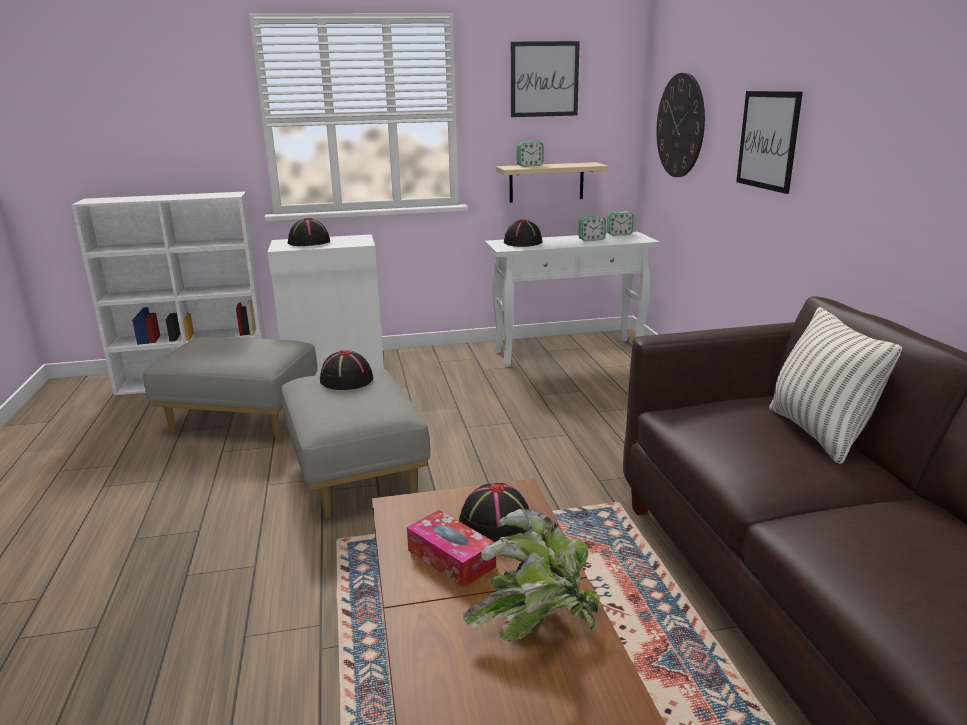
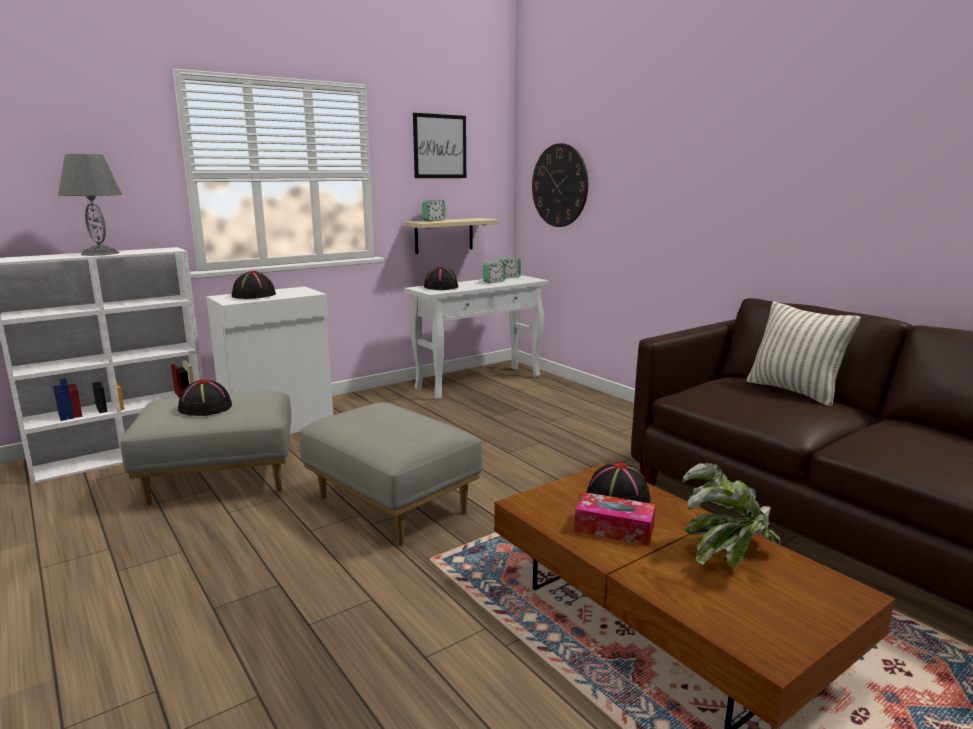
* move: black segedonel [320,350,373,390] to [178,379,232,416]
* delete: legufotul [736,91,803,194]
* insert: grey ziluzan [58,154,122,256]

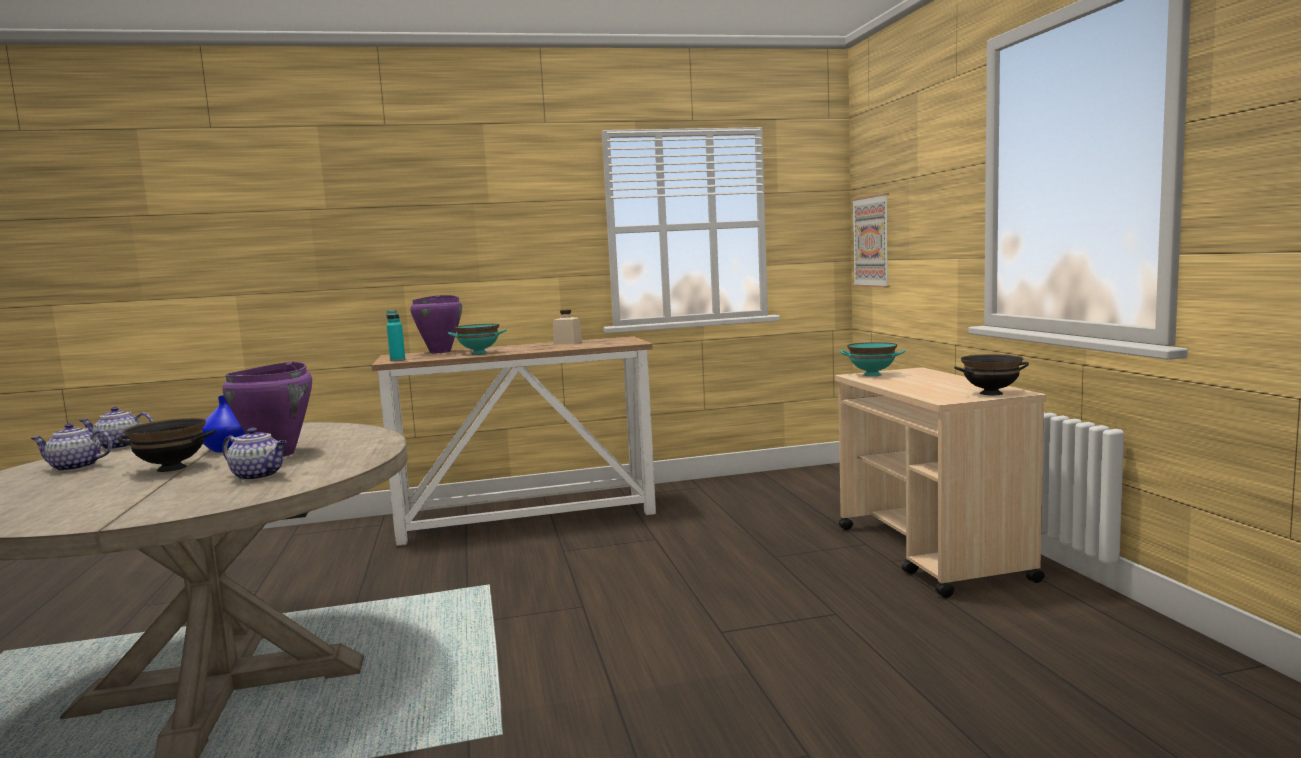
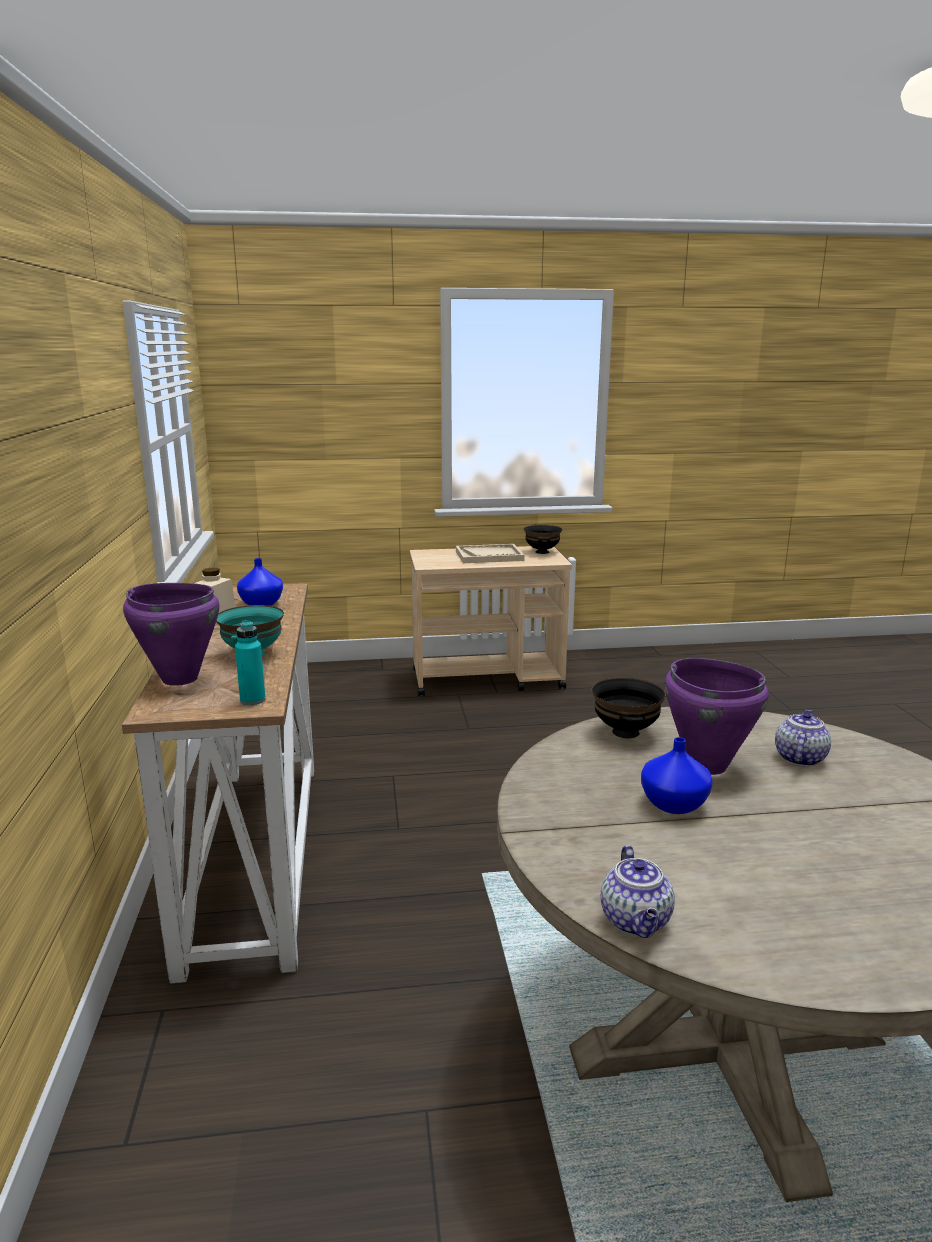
* delete: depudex [31,423,112,471]
* move: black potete [117,418,216,472] to [592,677,666,738]
* delete: turquoise potete [840,342,905,376]
* delete: legufotul [851,193,890,288]
* insert: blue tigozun [237,558,283,606]
* insert: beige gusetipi [456,544,525,563]

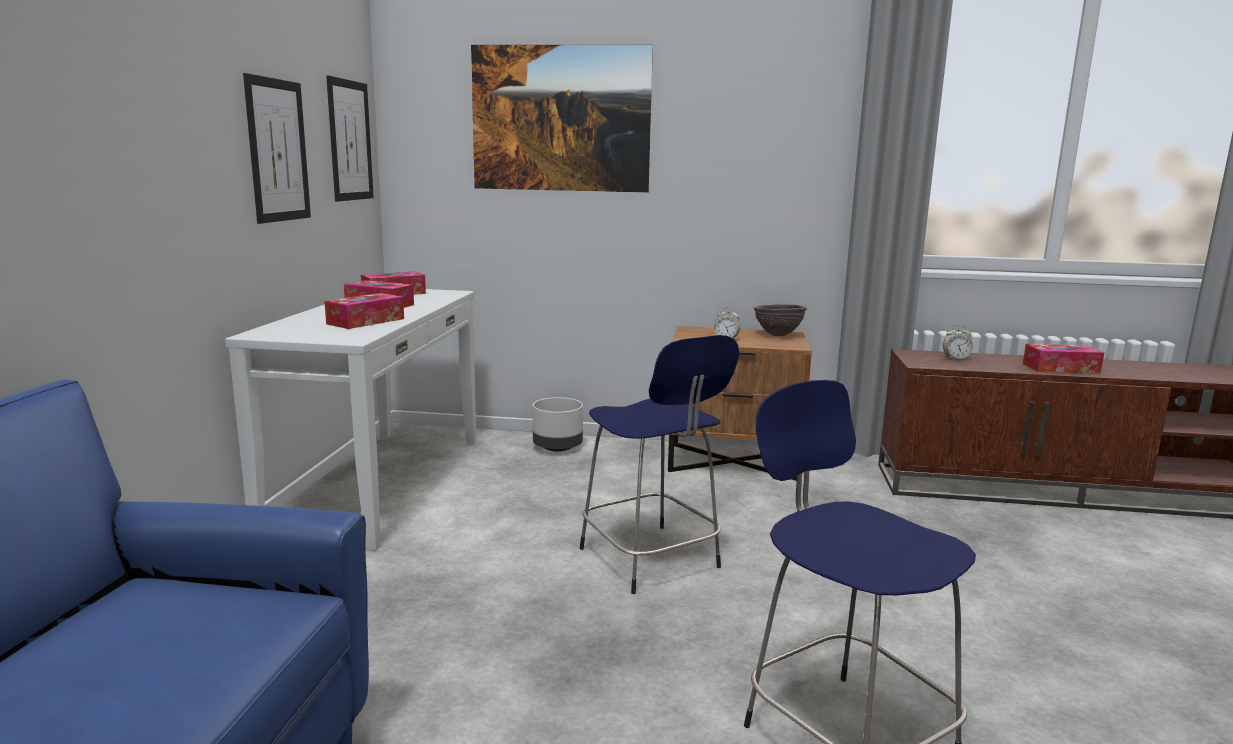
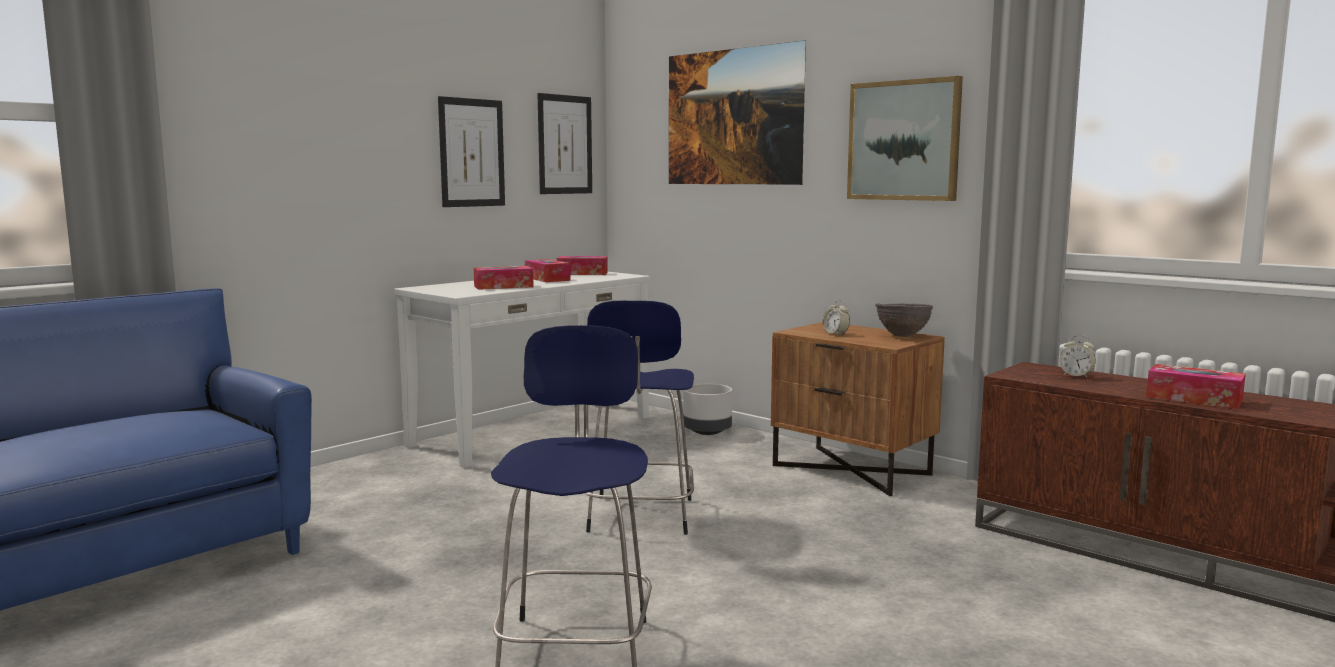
* insert: legufotul [847,76,963,201]

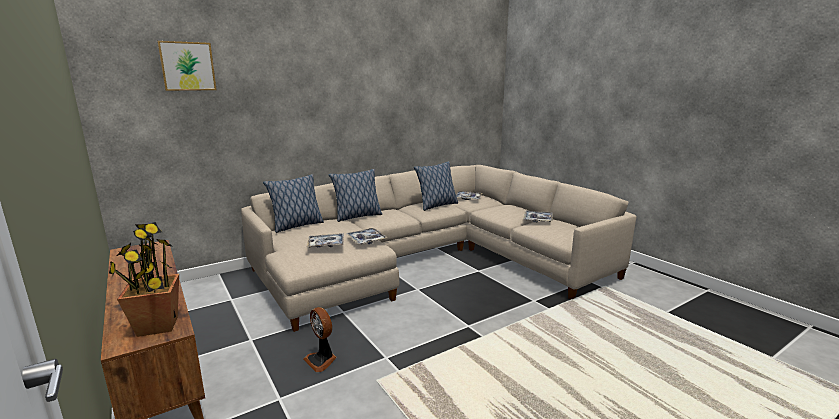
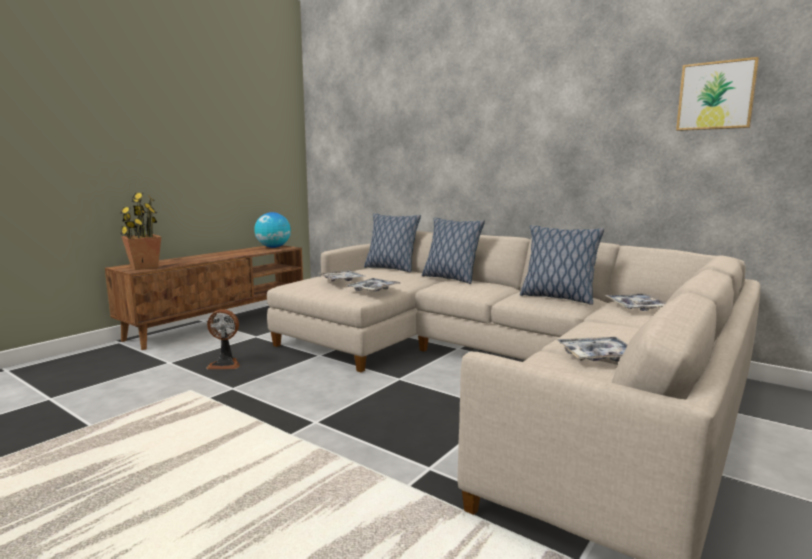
* move: legufotul [157,41,217,91] to [676,57,759,131]
* rotate: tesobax [303,307,337,372] = [206,309,240,369] 120 degrees counterclockwise
* insert: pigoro [254,212,291,248]

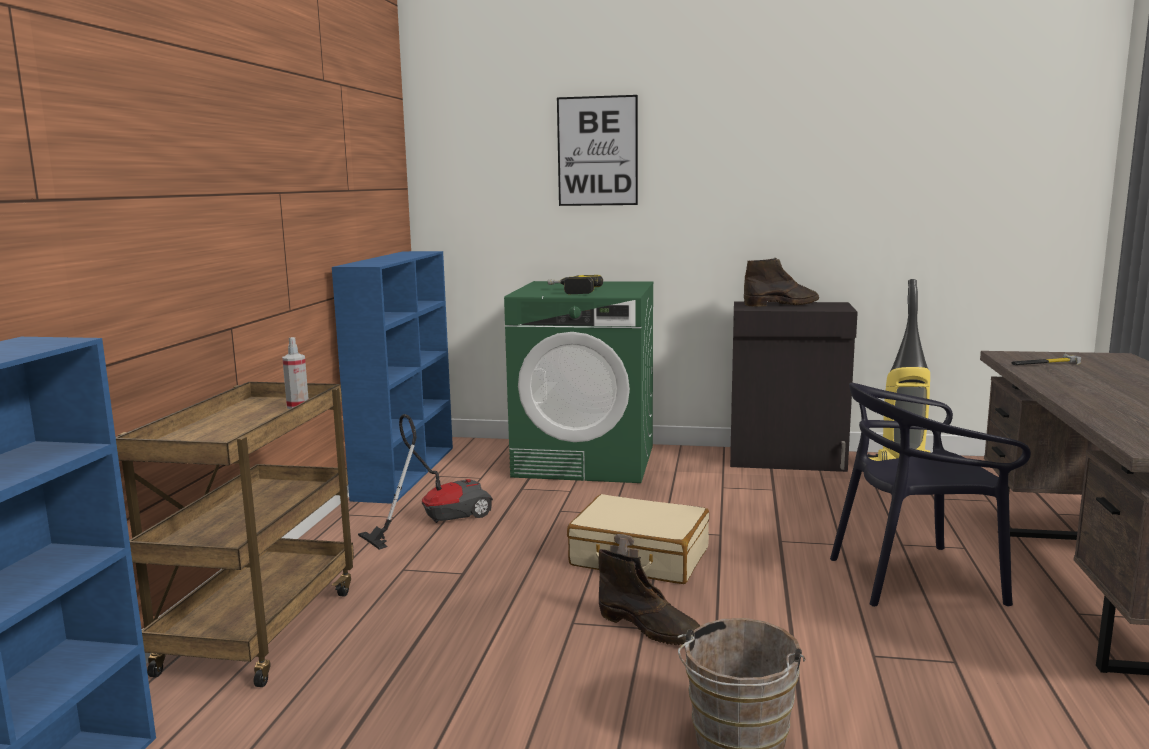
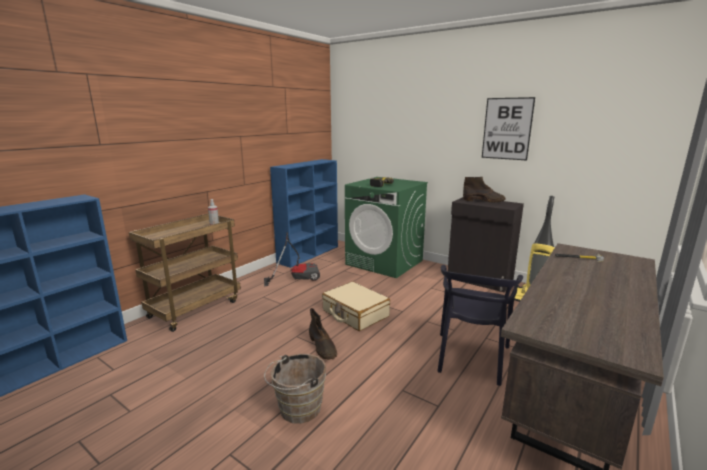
* move: legufotul [557,95,638,206] to [482,97,535,160]
* rotate: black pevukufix [830,383,1031,607] = [438,265,523,386] 90 degrees counterclockwise

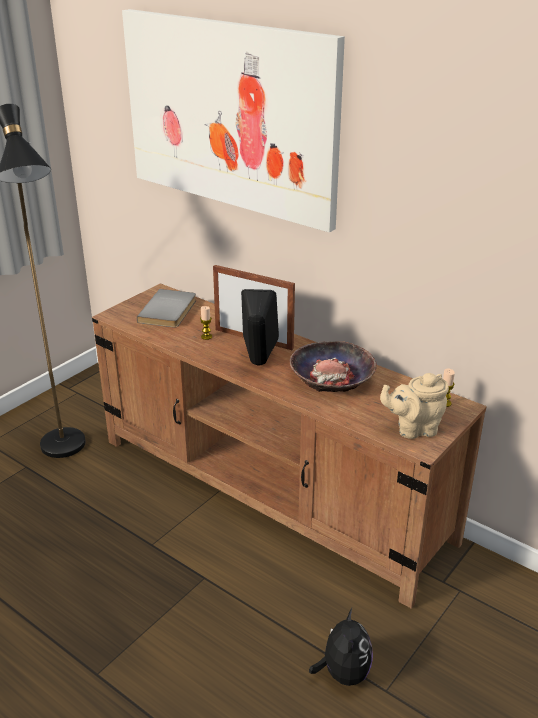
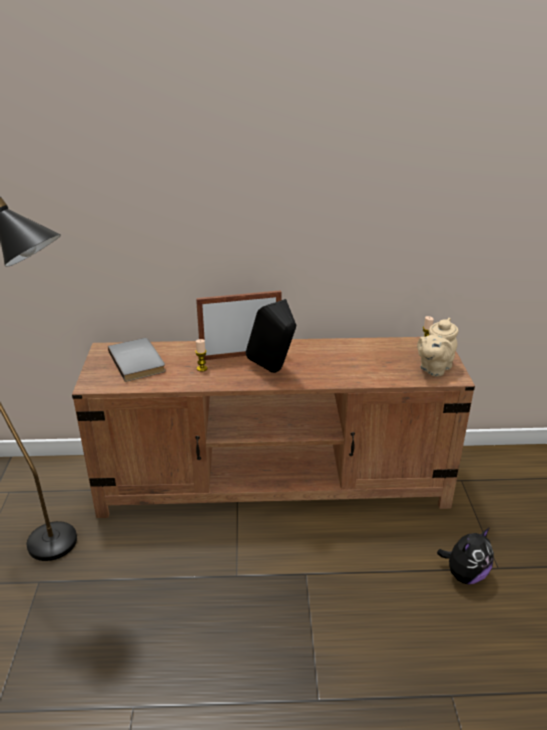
* delete: legufotul [122,9,345,233]
* delete: potete [290,341,377,392]
* rotate: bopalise [309,608,373,686] = [437,527,494,584] 90 degrees clockwise

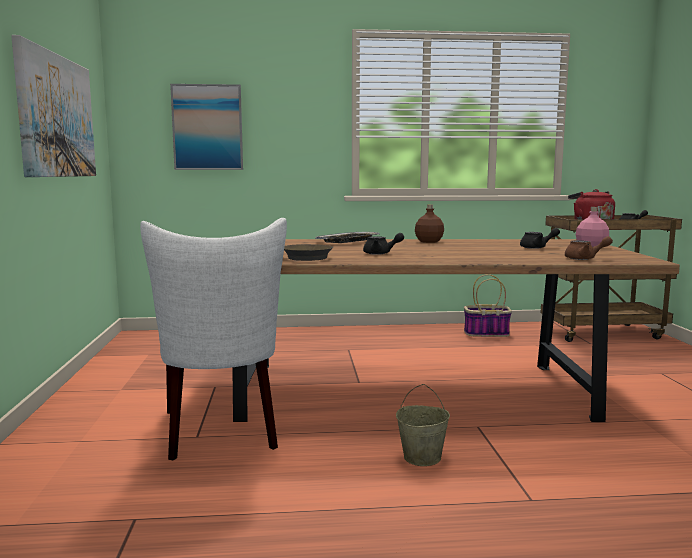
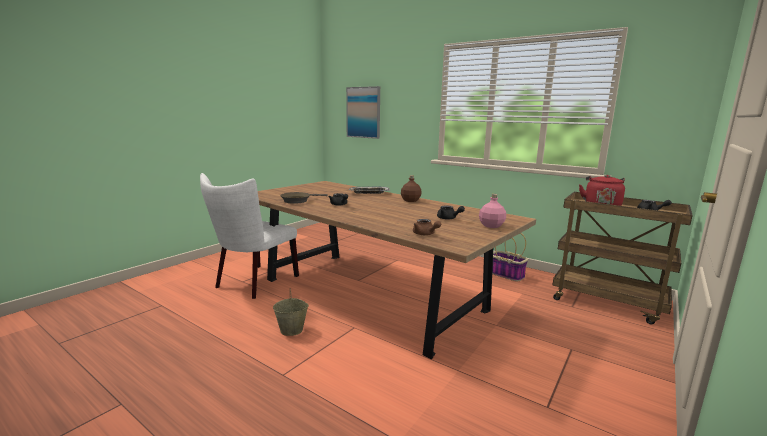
* delete: legufotul [11,35,96,177]

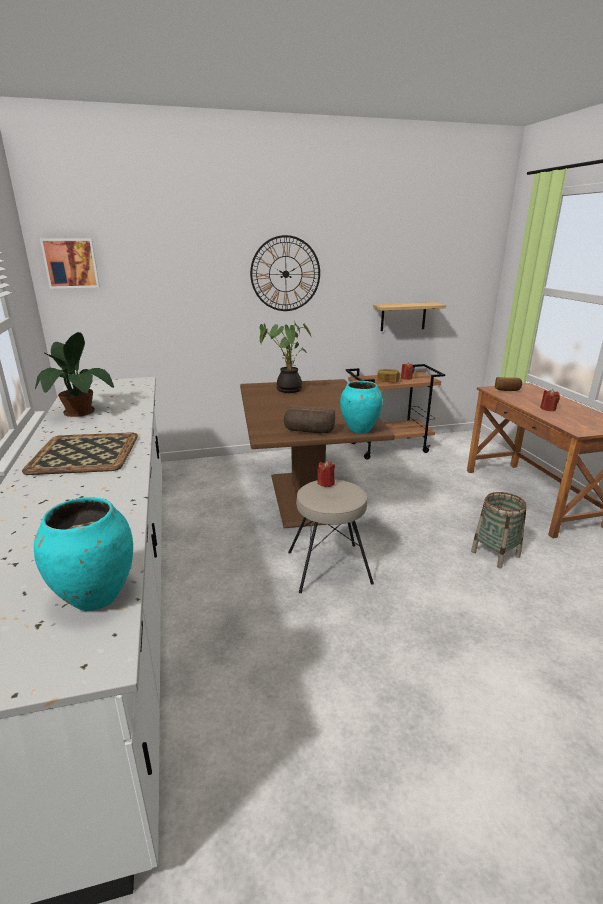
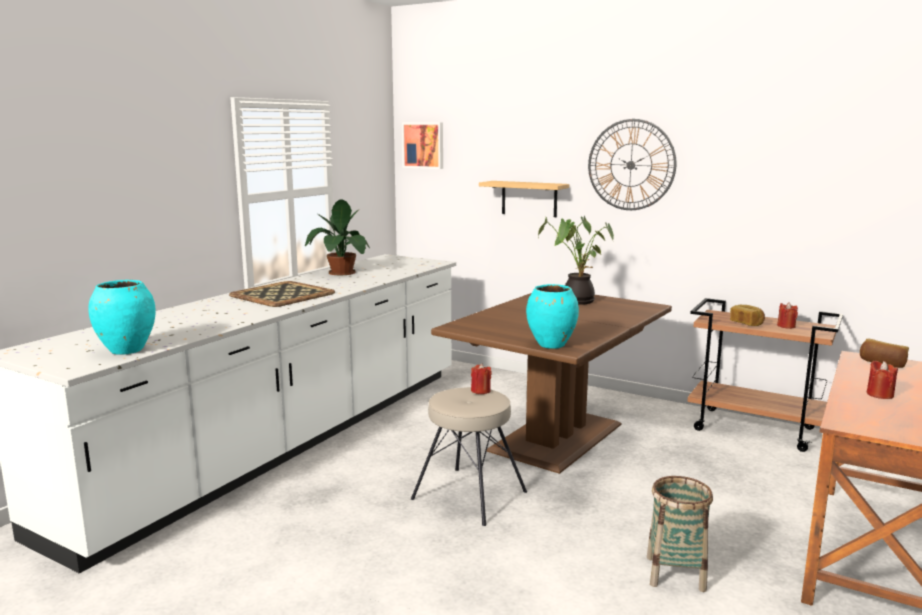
* delete: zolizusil [284,406,335,433]
* move: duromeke [373,302,446,331] to [479,181,569,217]

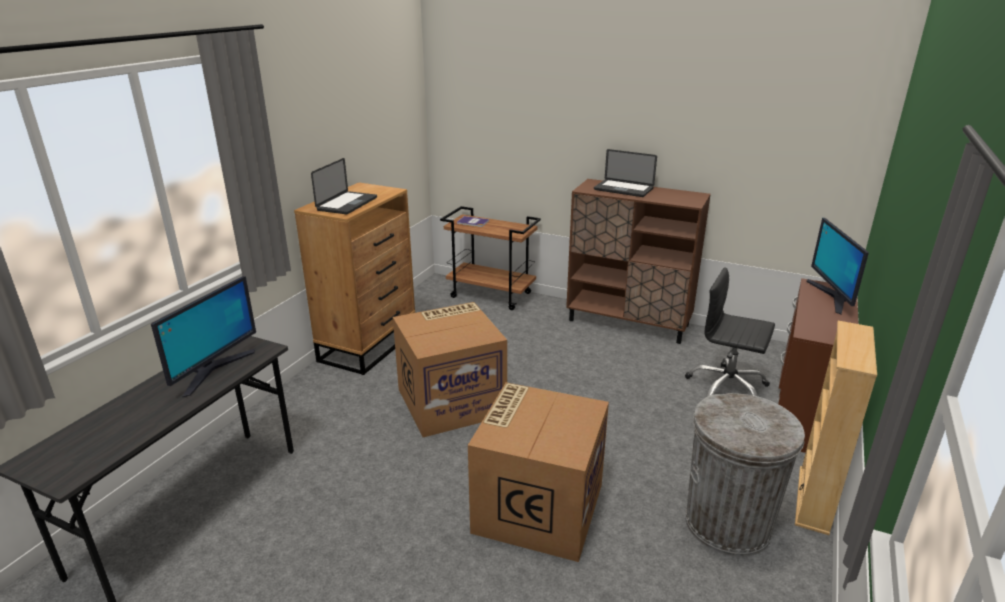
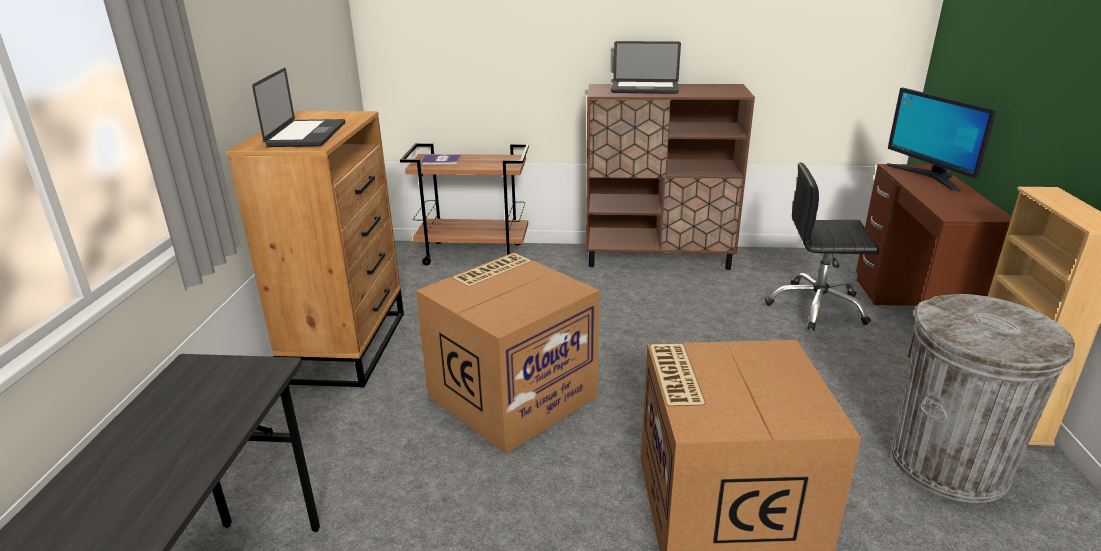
* delete: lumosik [151,276,256,397]

